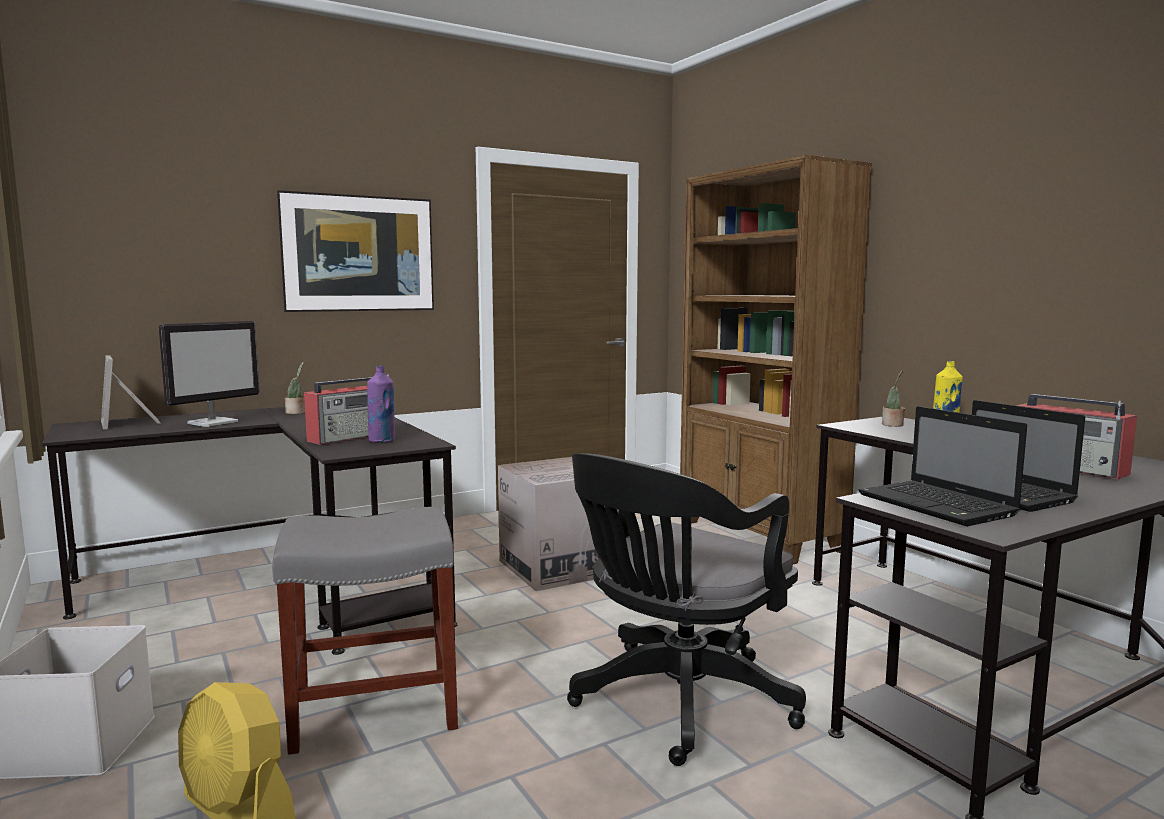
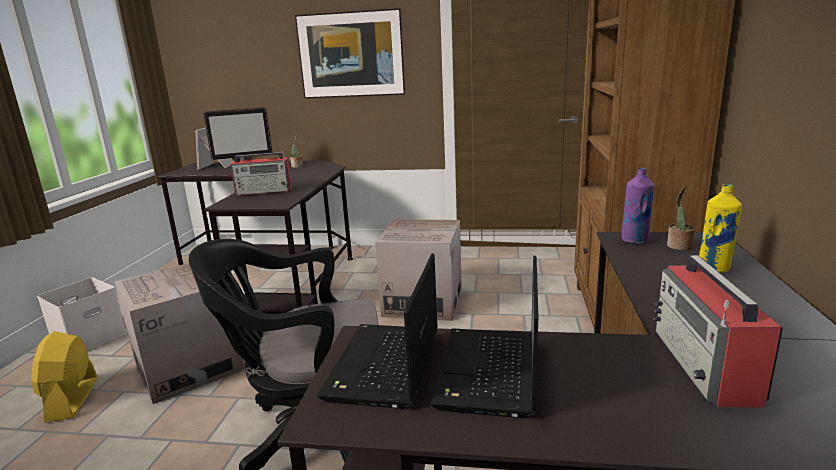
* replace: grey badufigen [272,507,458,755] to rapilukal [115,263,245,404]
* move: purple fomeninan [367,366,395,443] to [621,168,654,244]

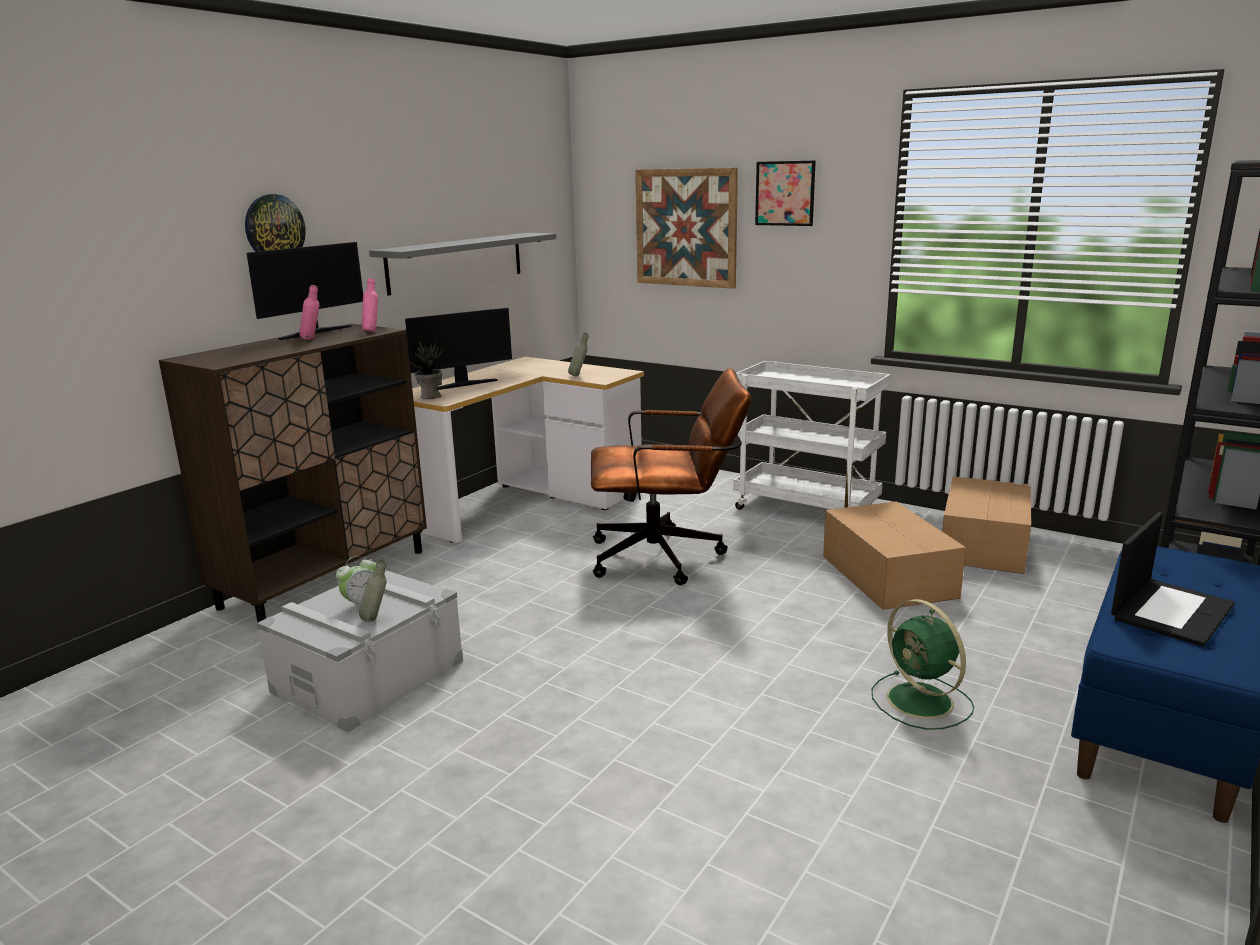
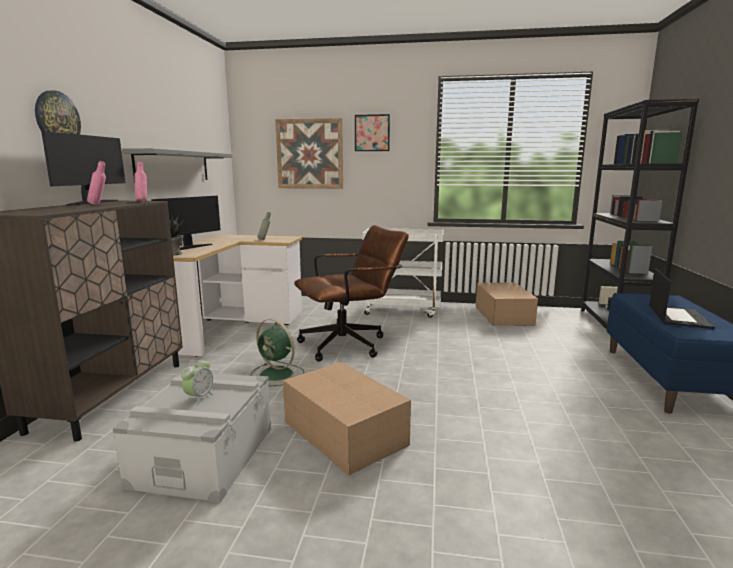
* delete: grey fomeninan [359,559,387,622]
* move: rapilukal [823,502,966,610] to [283,362,411,476]
* move: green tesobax [871,599,974,730] to [251,319,304,386]

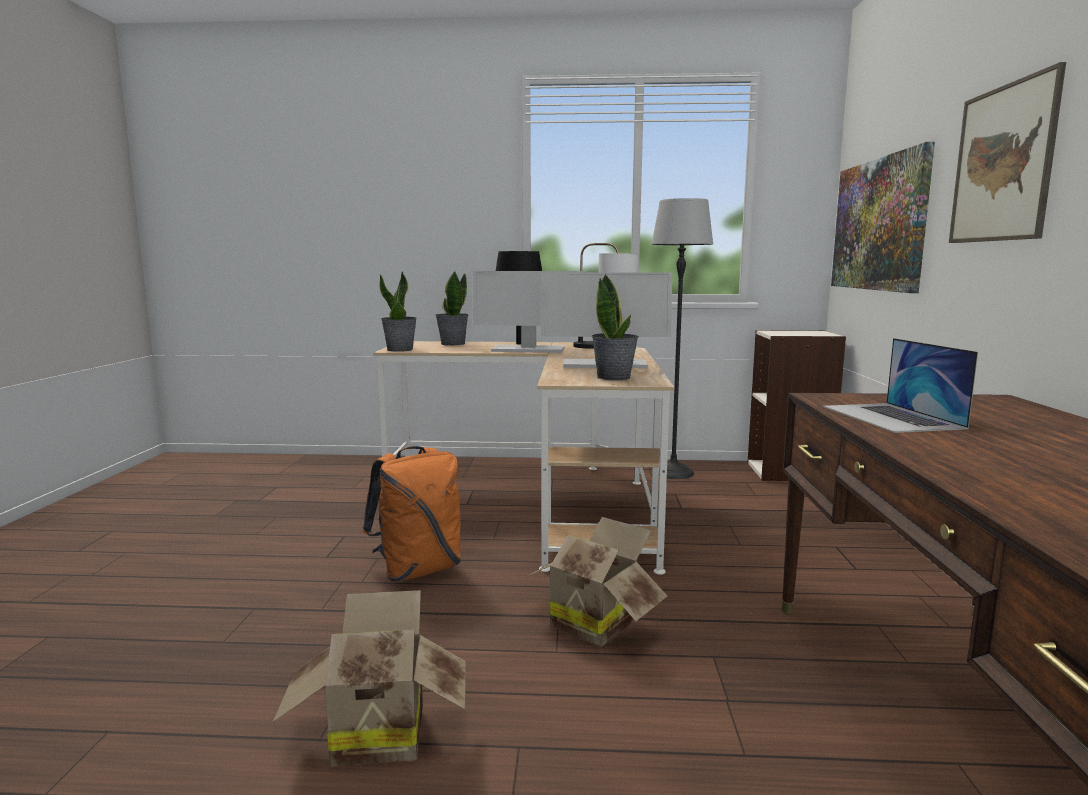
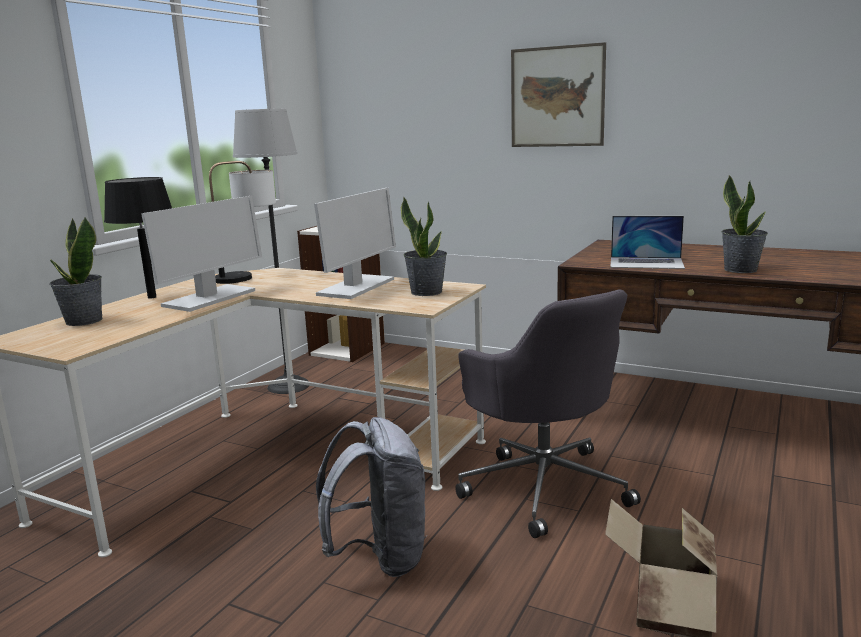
* recolor: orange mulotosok [362,446,461,582] to grey mulotosok [316,417,427,577]
* move: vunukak [379,271,417,352] to [721,175,768,273]
* replace: rapilukal [523,517,667,647] to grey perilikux [455,290,641,538]
* delete: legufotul [831,142,935,293]

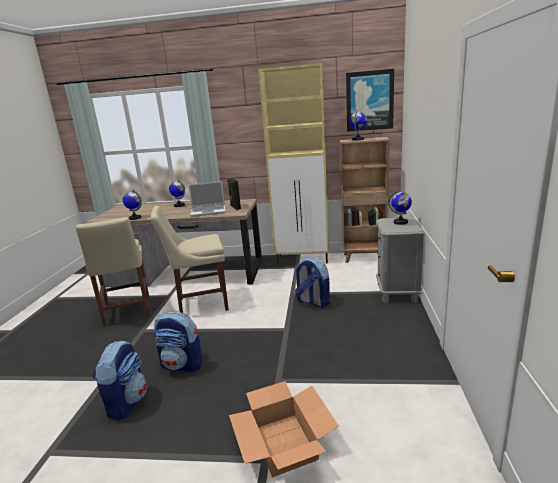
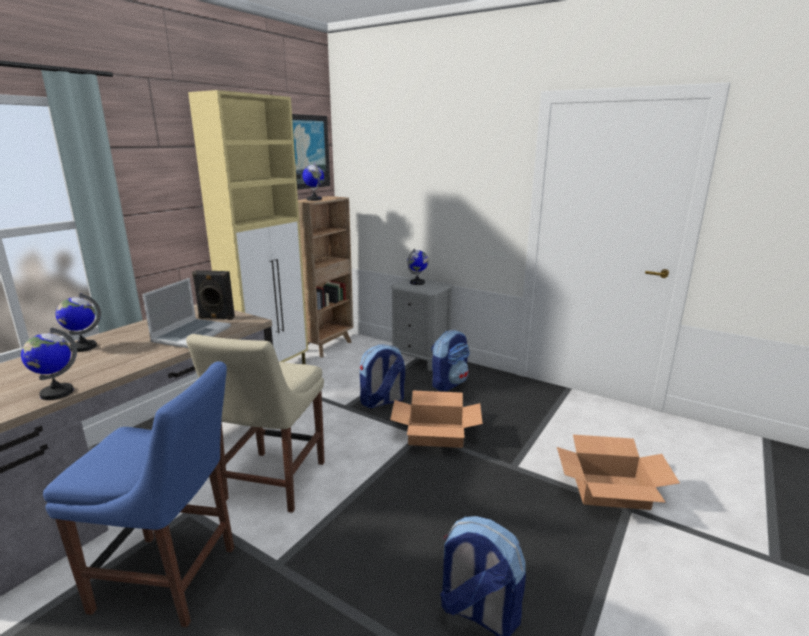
* recolor: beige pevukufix [76,217,150,326] to blue pevukufix [43,361,234,627]
* move: mulotosok [154,311,203,373] to [431,329,470,391]
* insert: rapilukal [390,390,483,448]

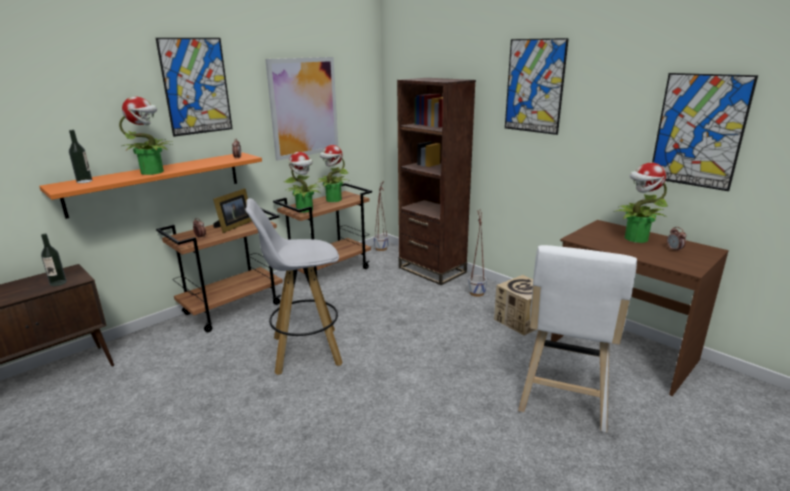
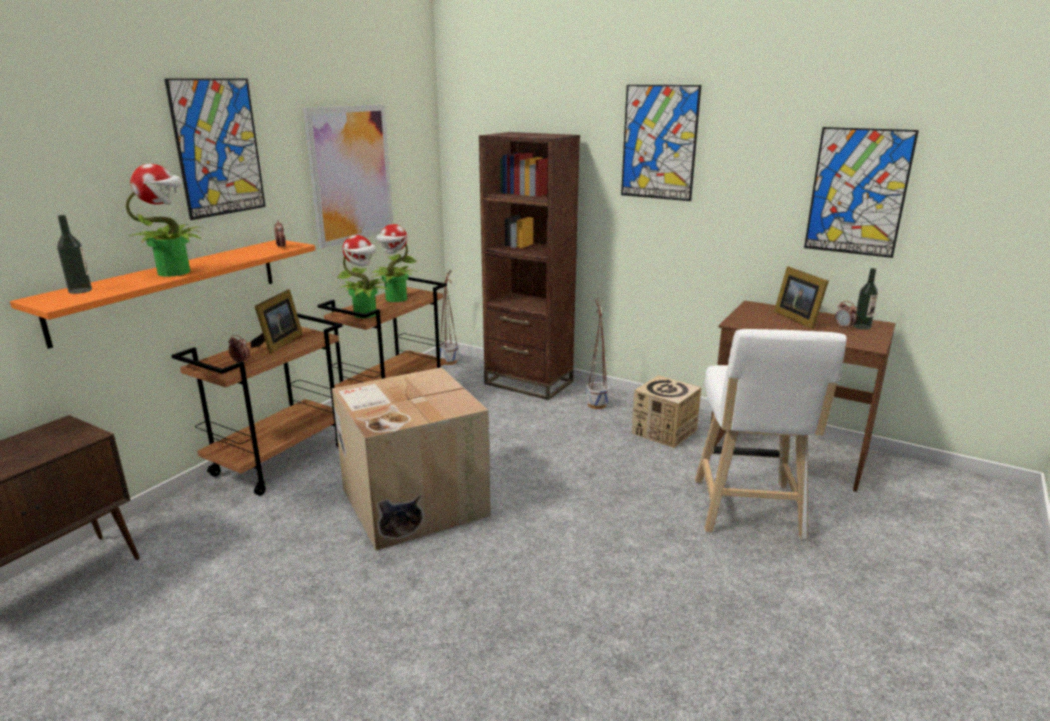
* move: fomeninan [41,234,67,286] to [853,268,878,330]
* replace: white badufigen [245,198,343,375] to rapilukal [332,367,491,550]
* replace: vunukak [614,163,668,243] to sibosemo [774,266,829,329]

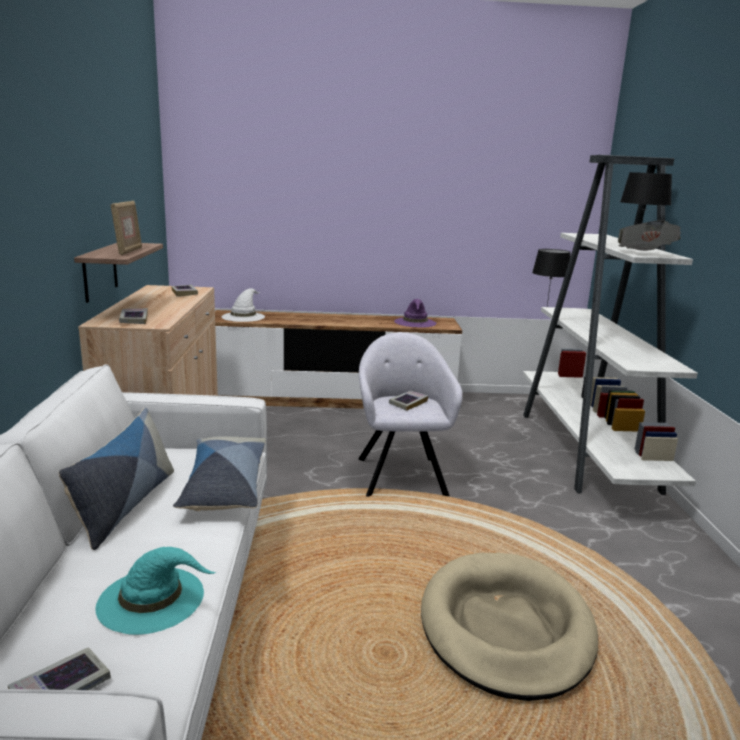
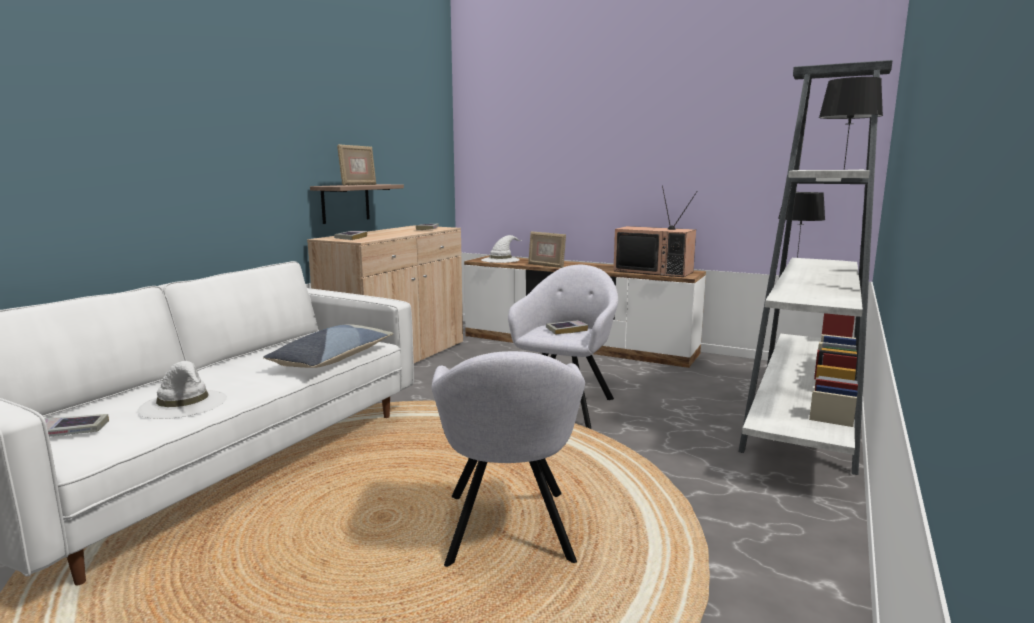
* delete: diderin [59,408,174,550]
* recolor: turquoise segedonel [96,547,216,635] to white segedonel [137,361,227,419]
* replace: purple segedonel [394,299,436,328] to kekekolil [613,185,698,277]
* replace: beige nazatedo [421,553,598,701] to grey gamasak [432,351,585,567]
* delete: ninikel [618,220,681,251]
* insert: sibosemo [528,231,566,268]

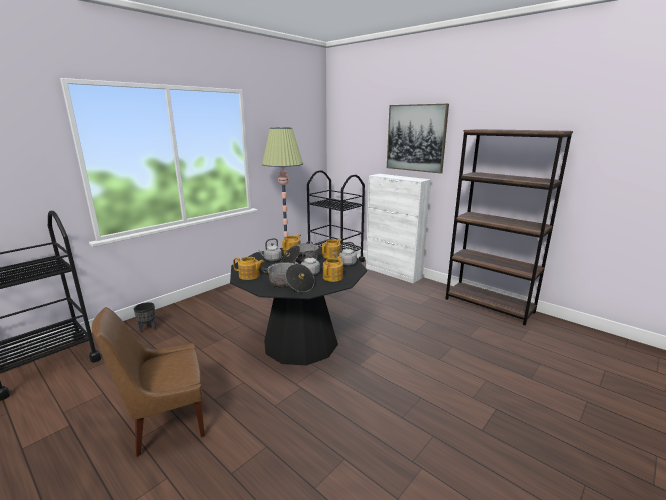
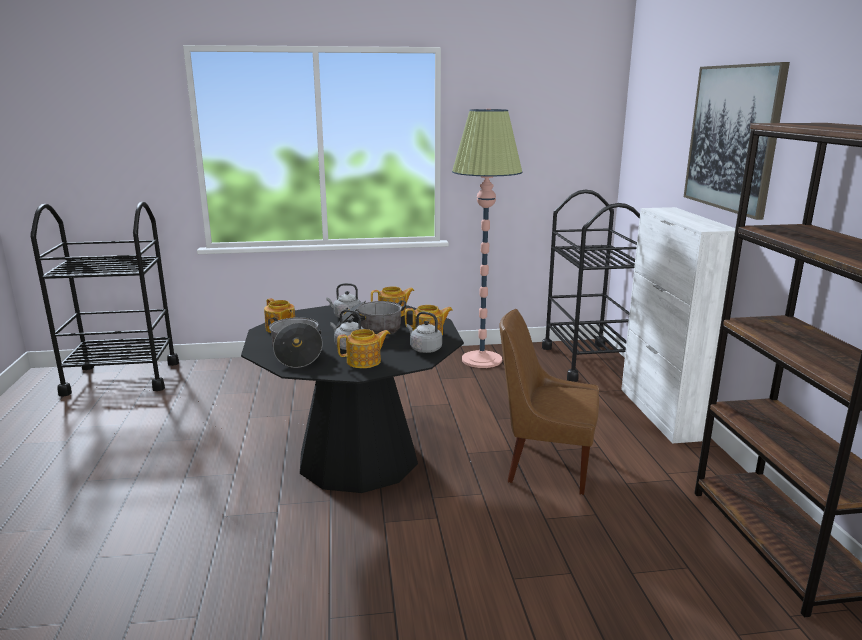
* move: brown pevukufix [92,307,205,457] to [500,309,599,495]
* delete: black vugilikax [134,302,156,333]

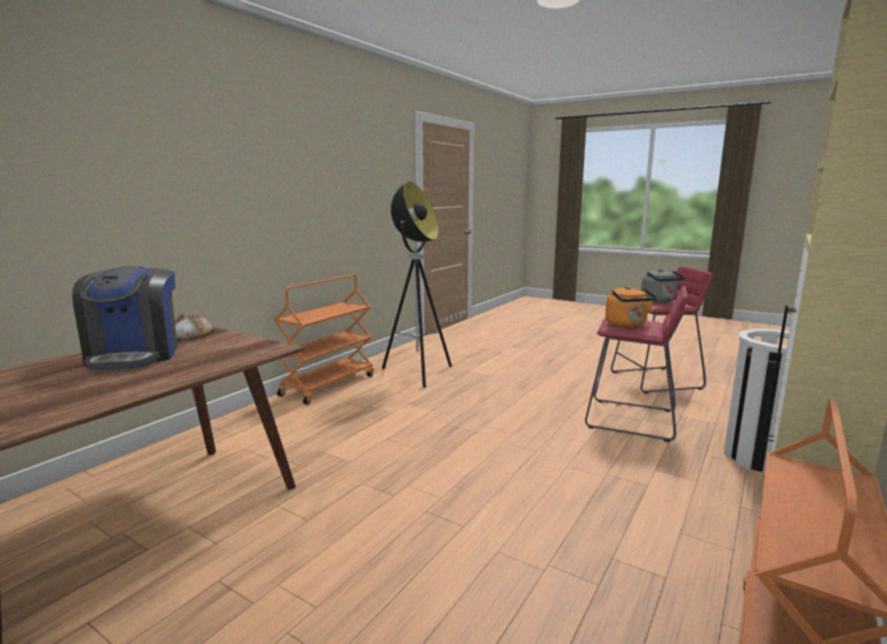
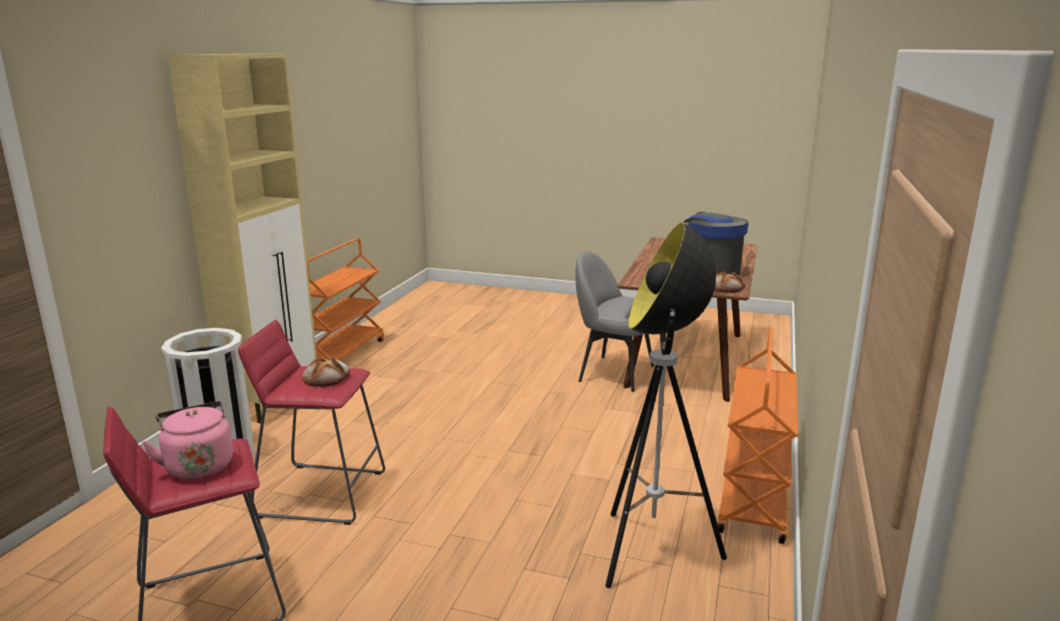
* replace: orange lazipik [605,286,657,327] to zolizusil [302,358,350,387]
* recolor: grey lazipik [641,269,685,303] to pink lazipik [142,401,233,479]
* insert: grey pevukufix [576,251,654,392]

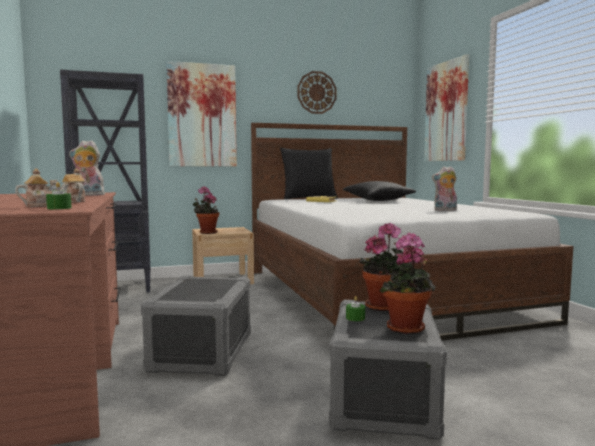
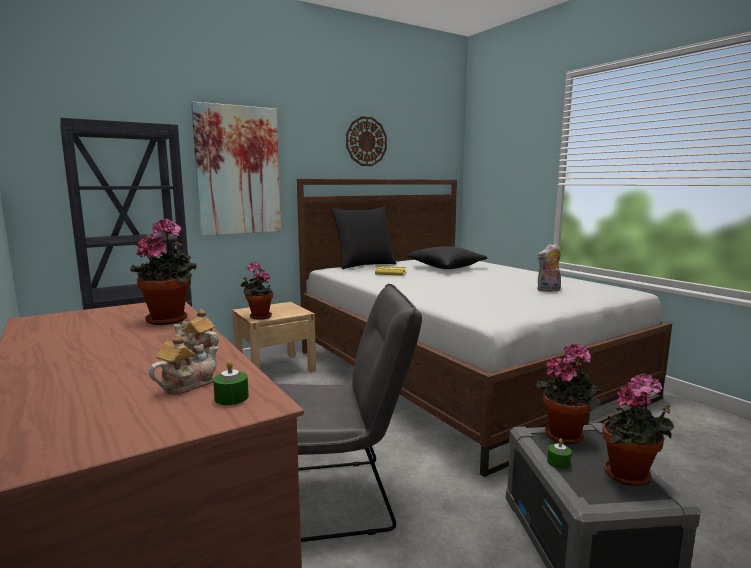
* replace: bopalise [69,140,106,196] to vunukak [130,218,196,325]
* replace: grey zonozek [141,276,251,376] to grey pevukufix [276,284,422,542]
* delete: legufotul [424,54,469,161]

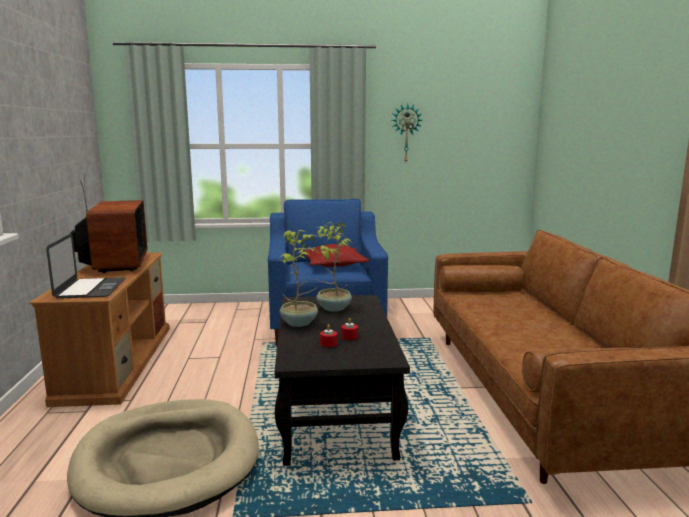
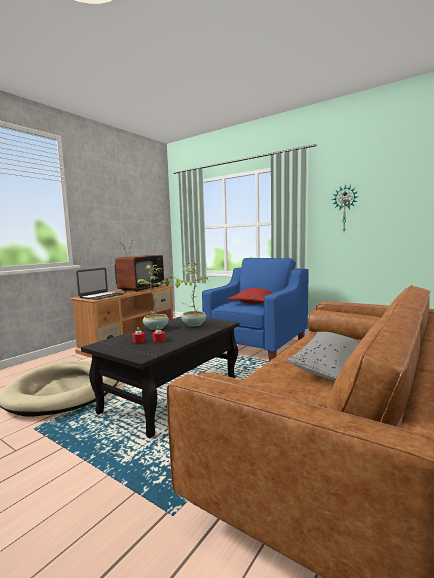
* insert: grey diderin [286,332,359,380]

